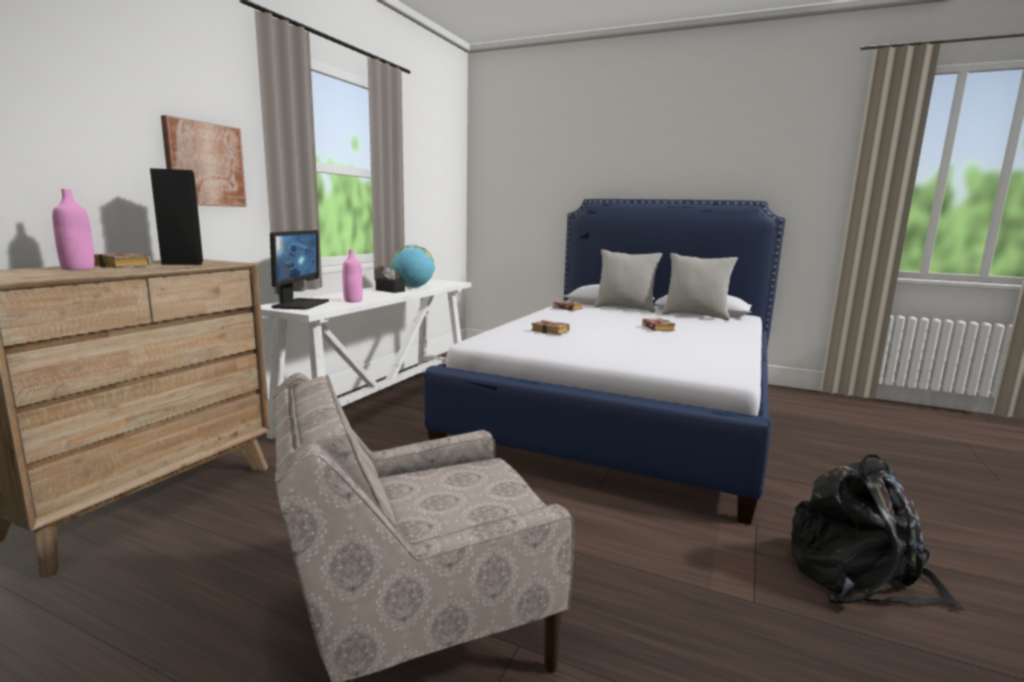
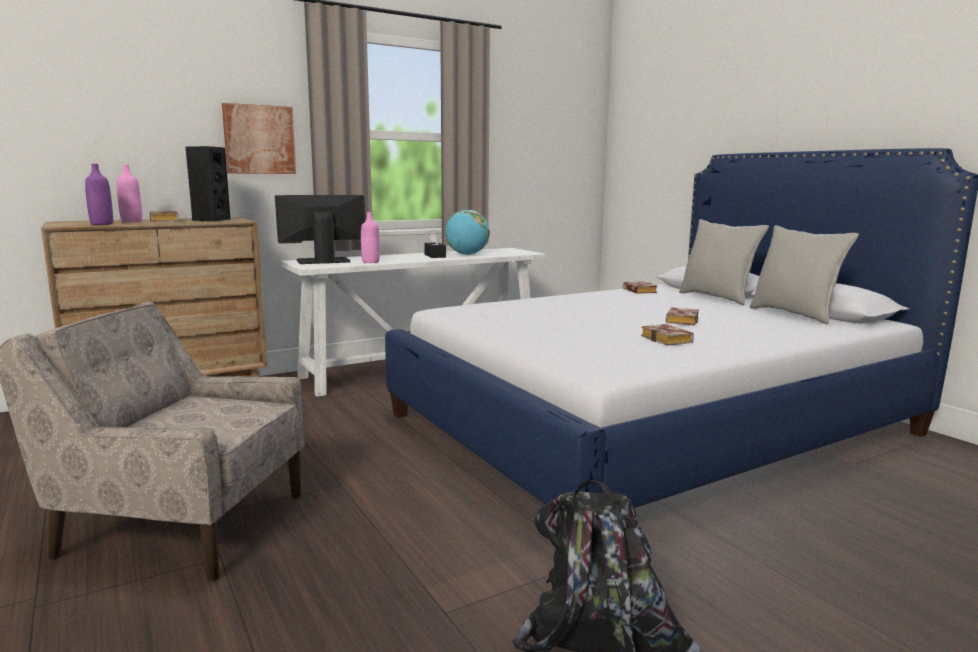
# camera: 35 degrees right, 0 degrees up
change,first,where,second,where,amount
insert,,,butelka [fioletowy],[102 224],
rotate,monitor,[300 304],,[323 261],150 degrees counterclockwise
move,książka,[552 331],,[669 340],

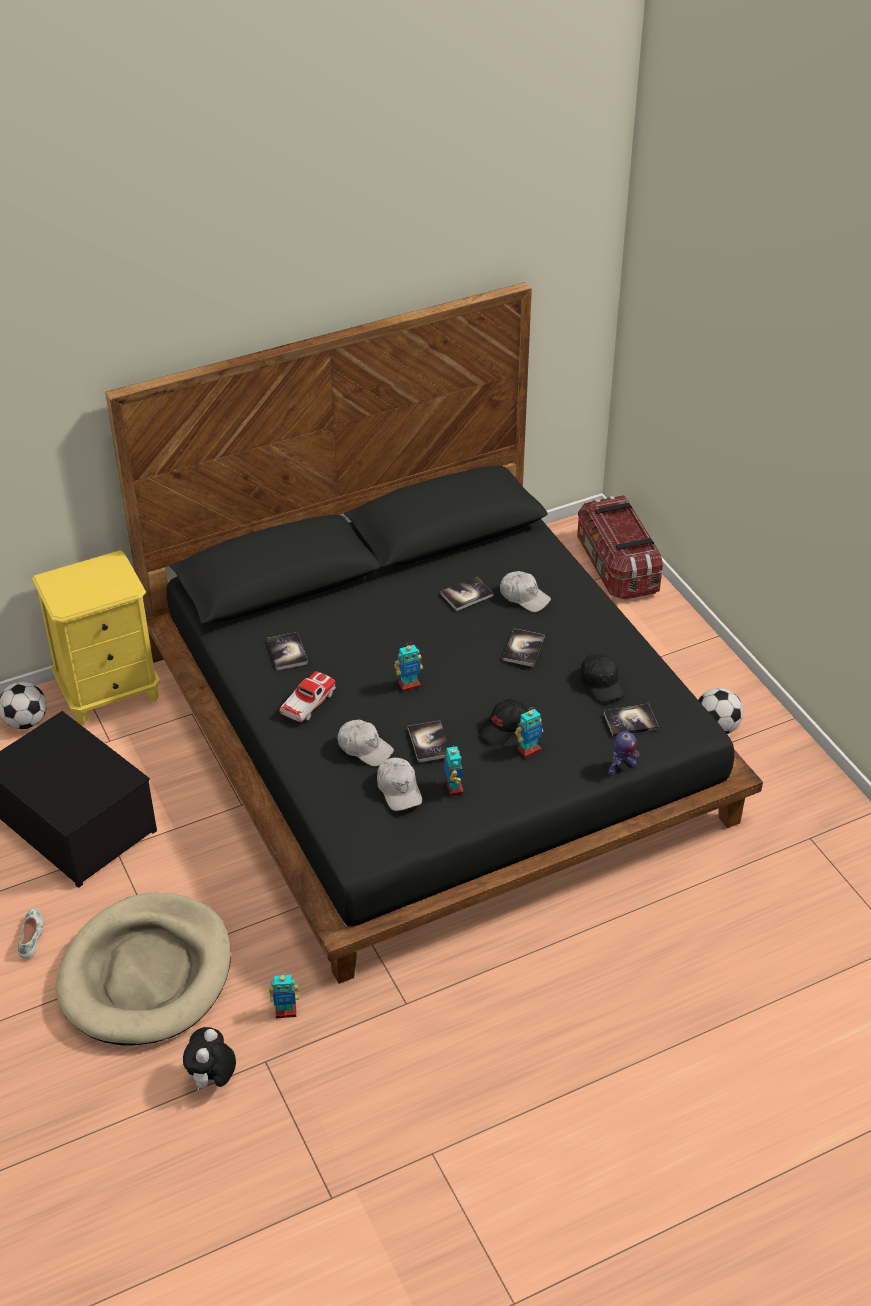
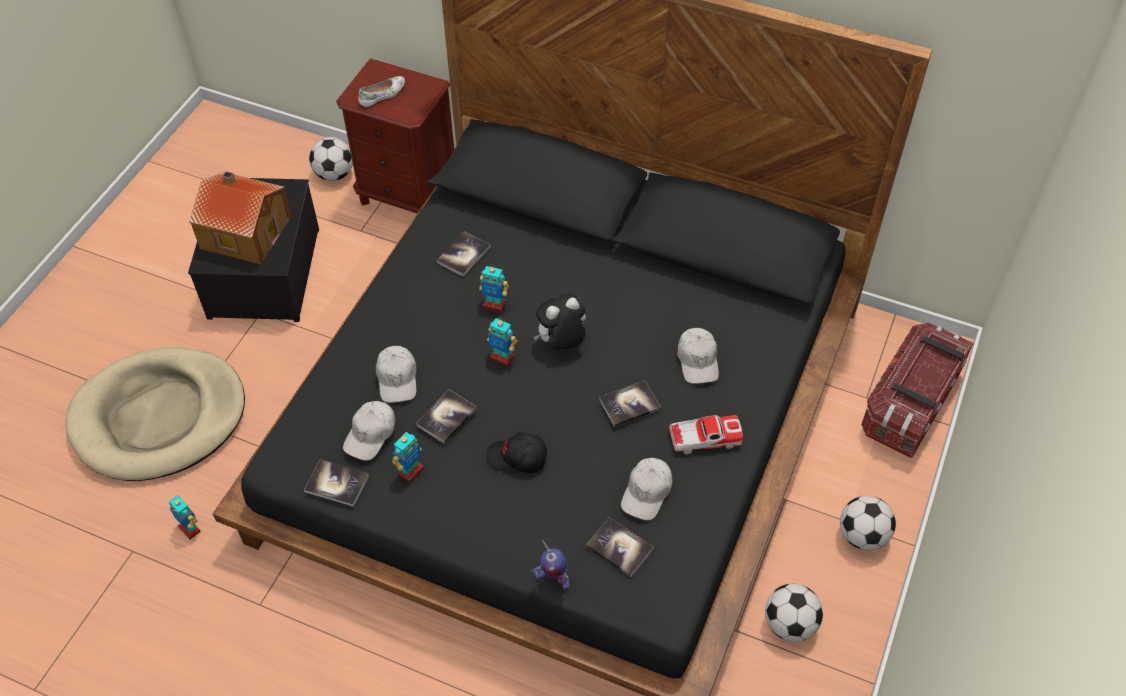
# camera: 50 degrees right, 10 degrees up
change,first,where,second,where,amount
insert,,,domek,[245 231],
move,książka,[466 595],,[337 484],
recolor,szafka nocna [żółty],[109 692],szafka nocna [brązowy],[407 195],
move,but [biały],[31 936],,[383 95],
move,robot zabawkowy,[529 750],,[494 304],
move,pluszak,[212 1080],,[561 343],
recolor,czapka z daszkiem [czarny],[602 683],czapka z daszkiem [biały],[647 492],
move,samochodzik,[308 703],,[704 438],
insert,,,piłka futbolowa,[862 536],

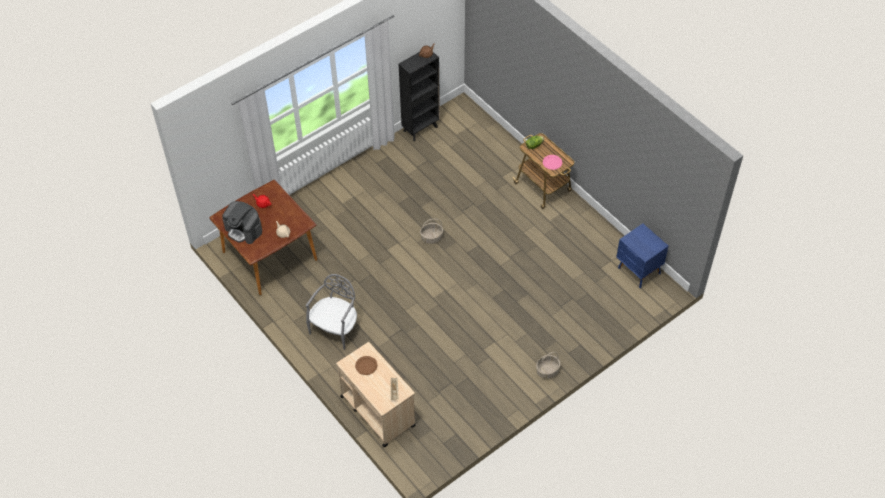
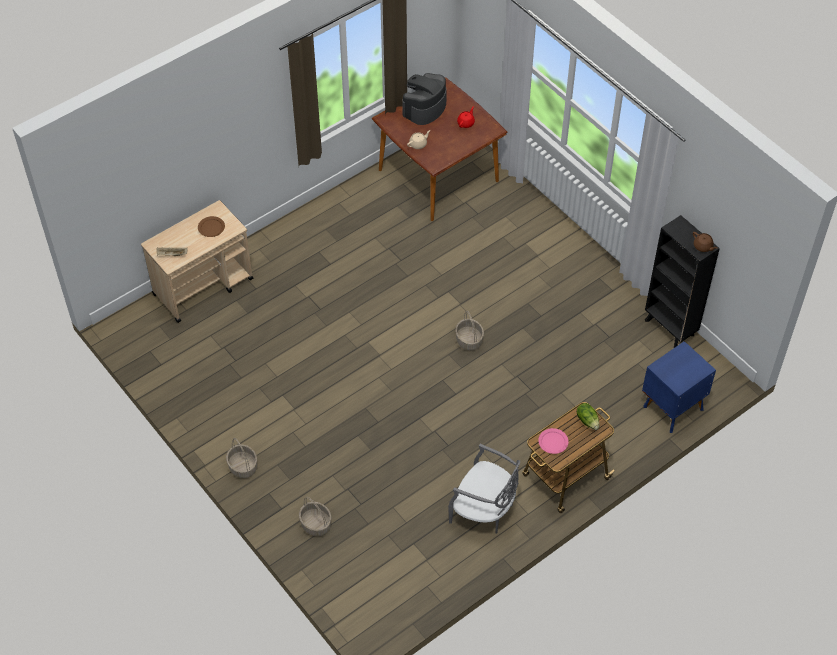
# camera: 90 degrees right, 0 degrees up
change,first,where,second,where,amount
insert,,,koszyk,[316 524],
move,krzesło [szary],[335 328],,[484 510],
move,szafka nocna [niebieski],[639 271],,[672 407],

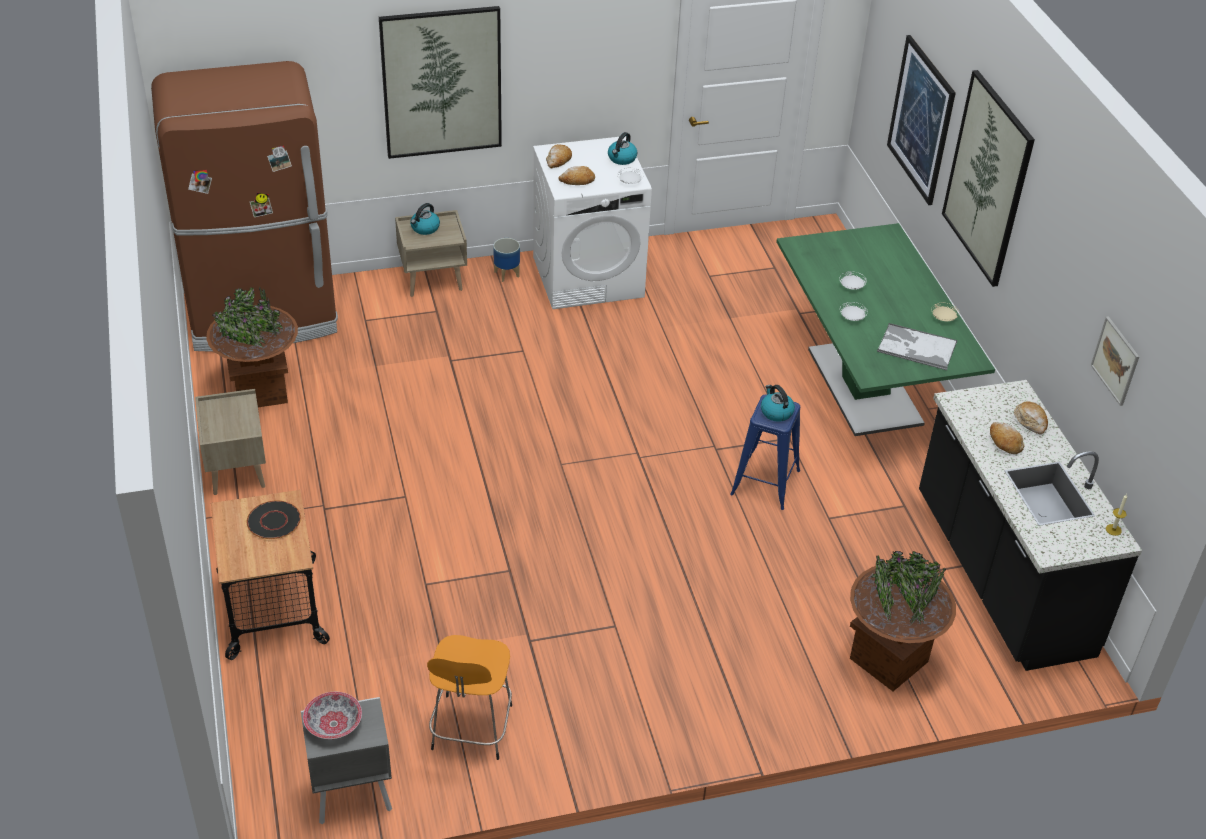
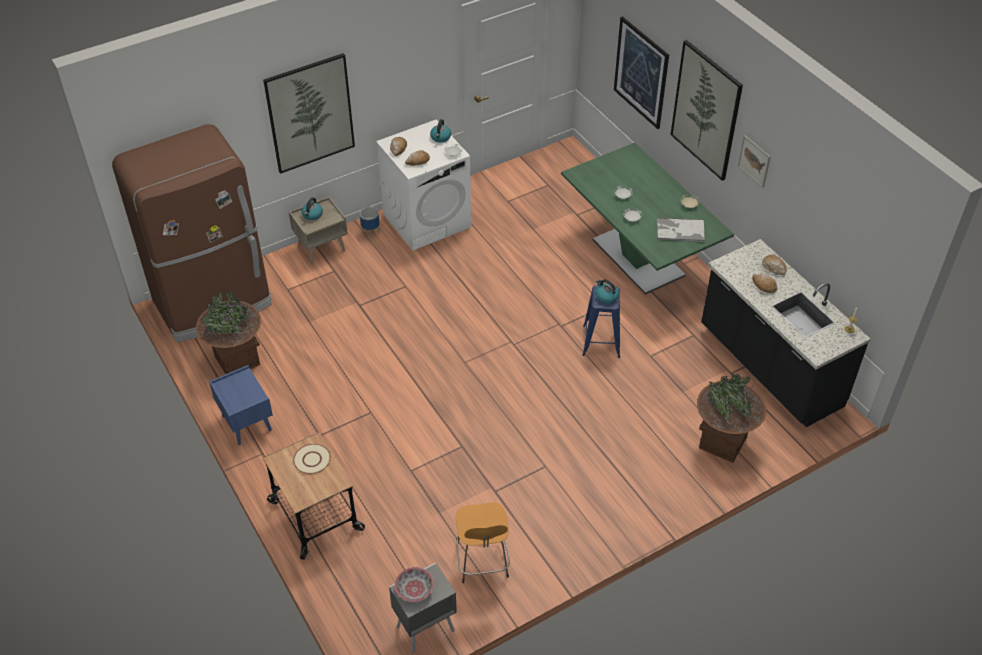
# camera: 15 degrees left, 5 degrees up
change,first,where,second,where,amount
recolor,szafka nocna [beżowy],[236 470],szafka nocna [niebieski],[246 423],
recolor,talerz [czarny],[274 521],talerz [beżowy],[312 459],
move,obraz,[1115 360],,[754 161],

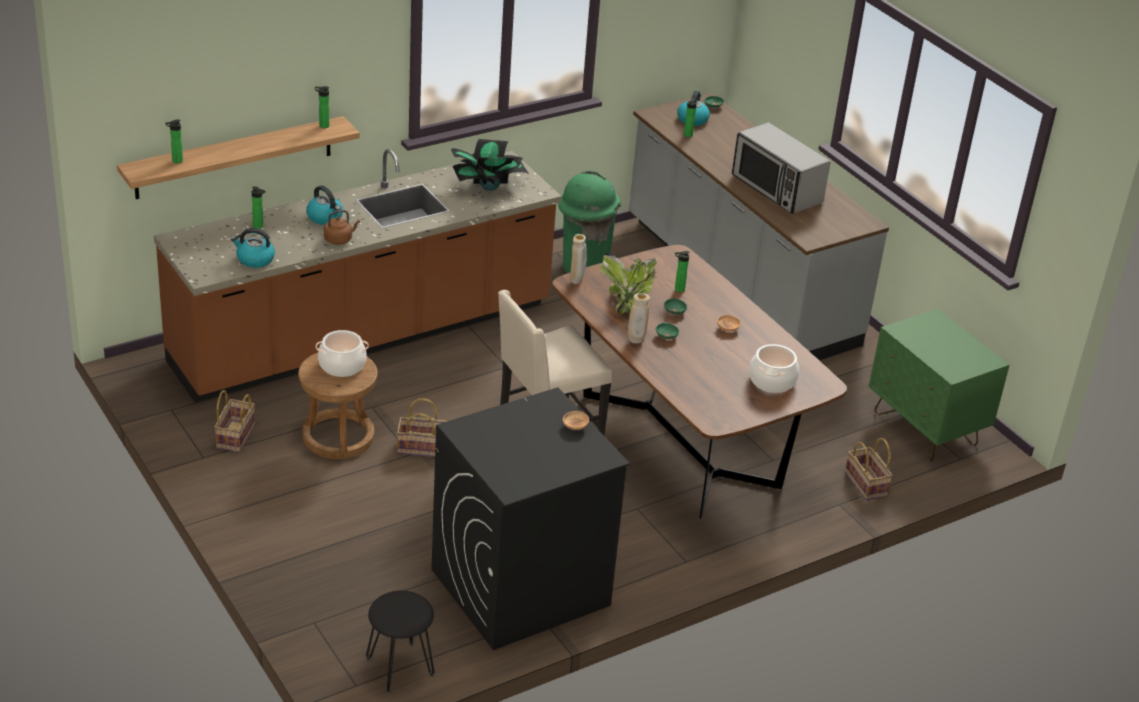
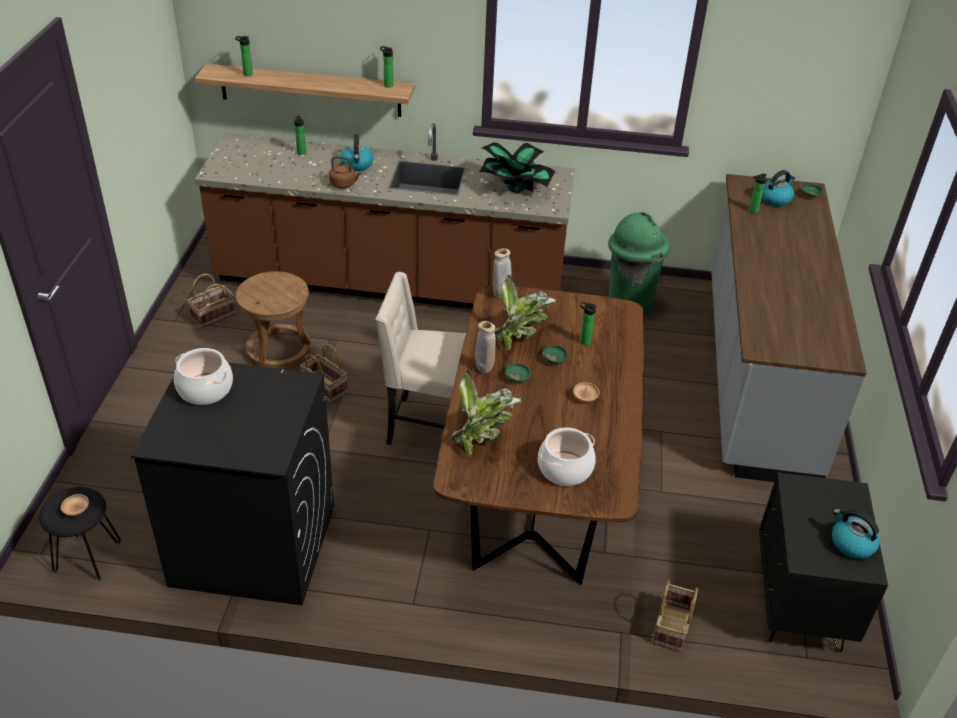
# camera: 40 degrees right, 5 degrees up
change,first,where,second,where,amount
move,miska [brązowy],[575 426],,[76 510],
move,garnek,[342 365],,[205 389],
insert,,,roślina doniczkowa,[483 435],
recolor,szafka nocna [zielony],[925 429],szafka nocna [czarny],[799 605],
move,czajnik,[254 259],,[851 543],
delete,mikrofalówka,[776 189],,,

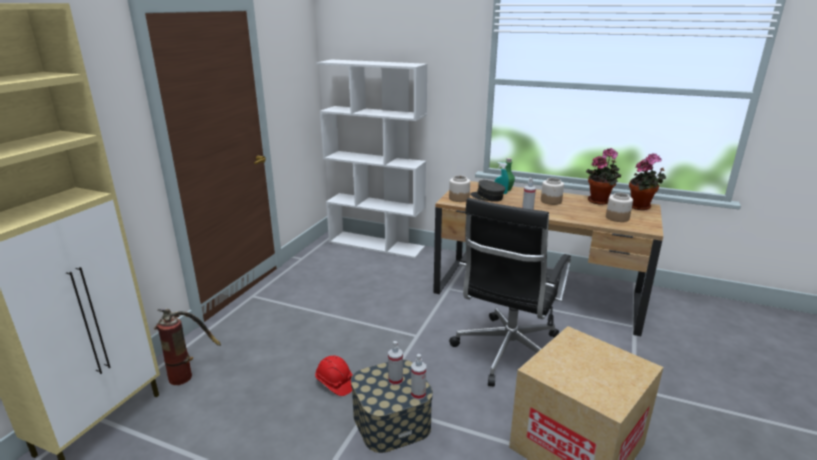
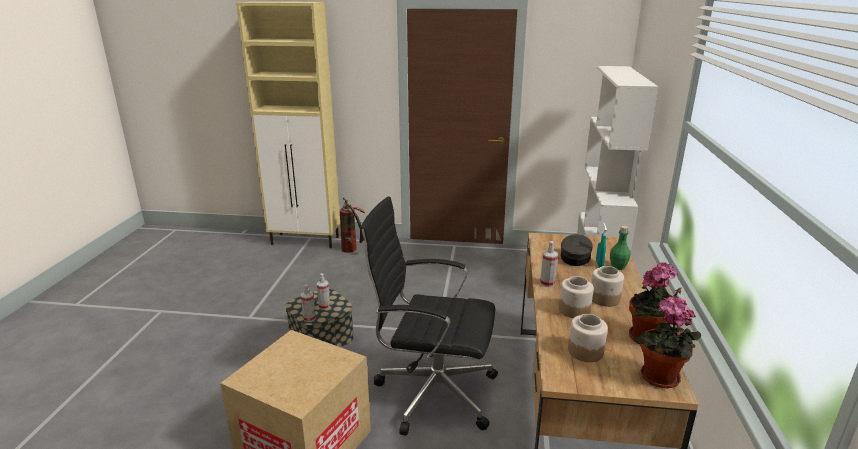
# camera: 75 degrees right, 0 degrees up
change,first,where,second,where,amount
move,słoik,[459 198],,[574 310],
delete,kask [czerwony],[335 383],,,

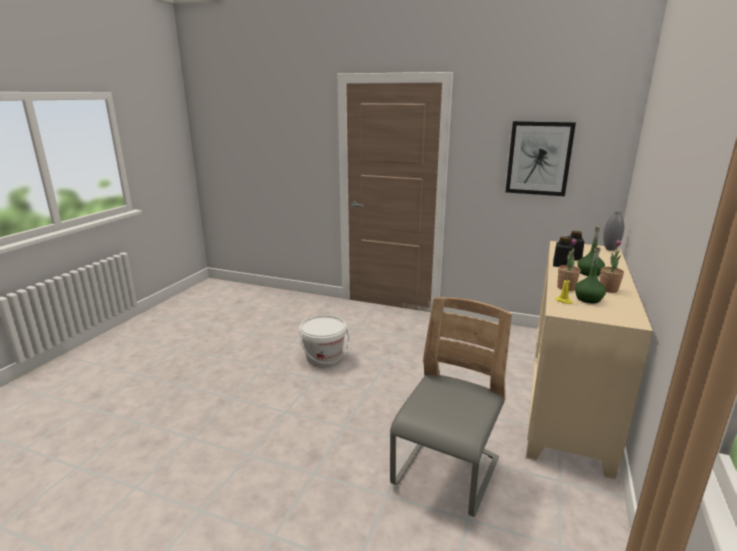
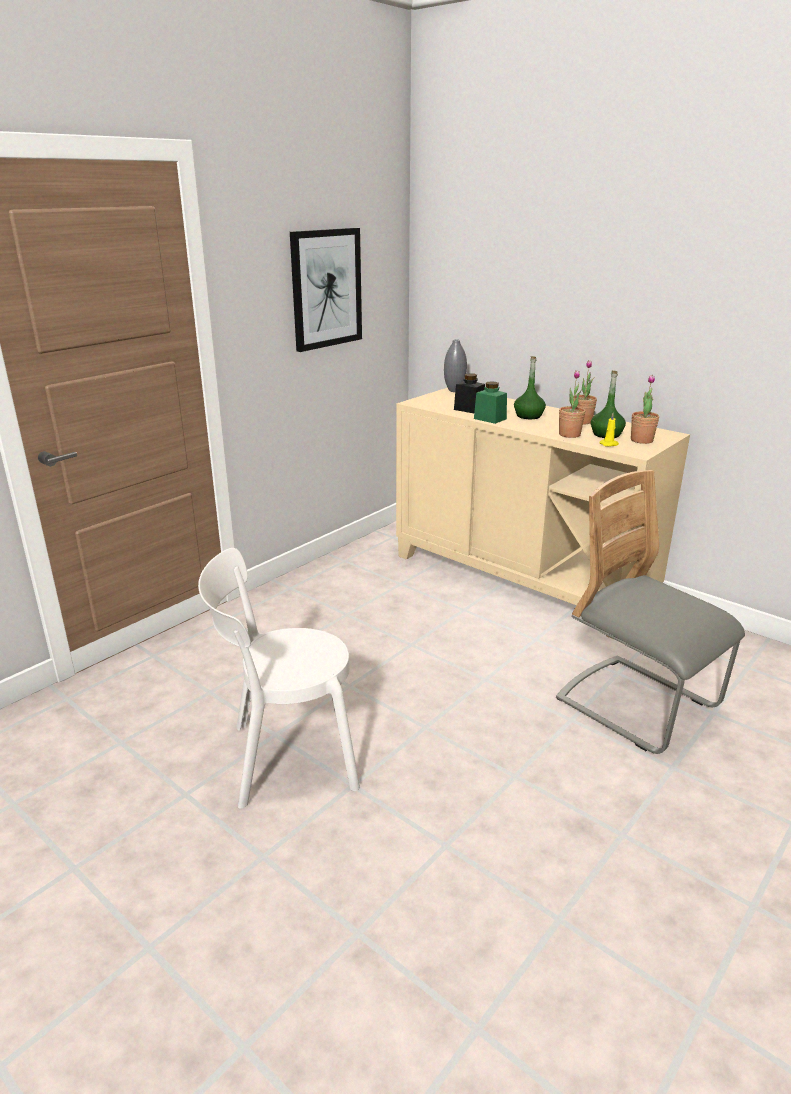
# camera: 70 degrees left, 5 degrees up
change,first,where,second,where,amount
replace,wiadro [biały],[324 357],krzesło [biały],[286 757],
recolor,słoik [czarny],[561 264],słoik [zielony],[490 419],
insert,,,roślina doniczkowa,[641 440],

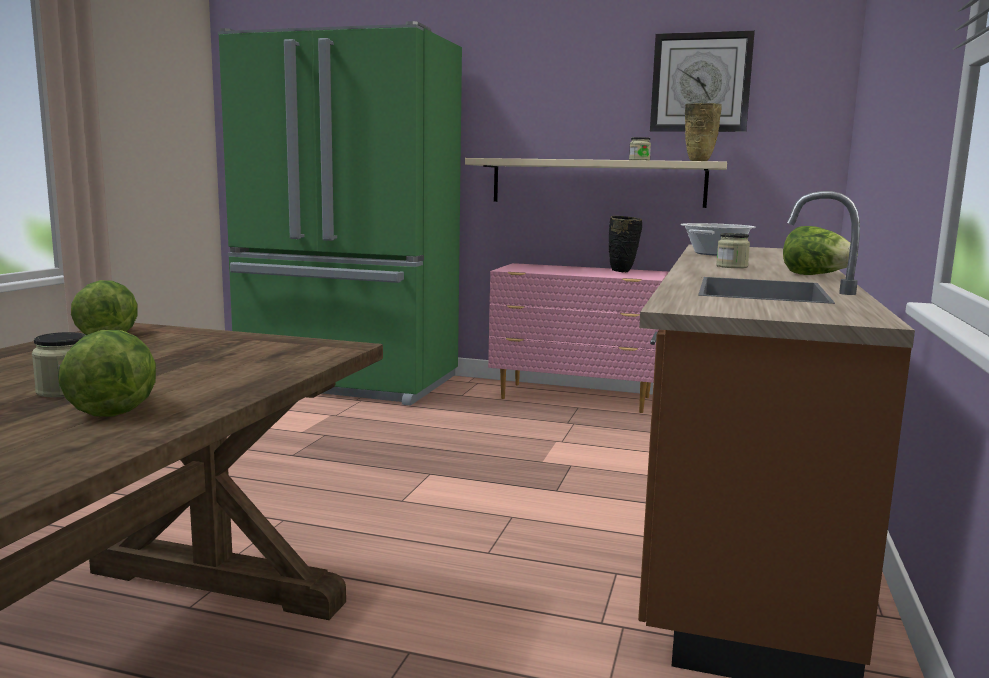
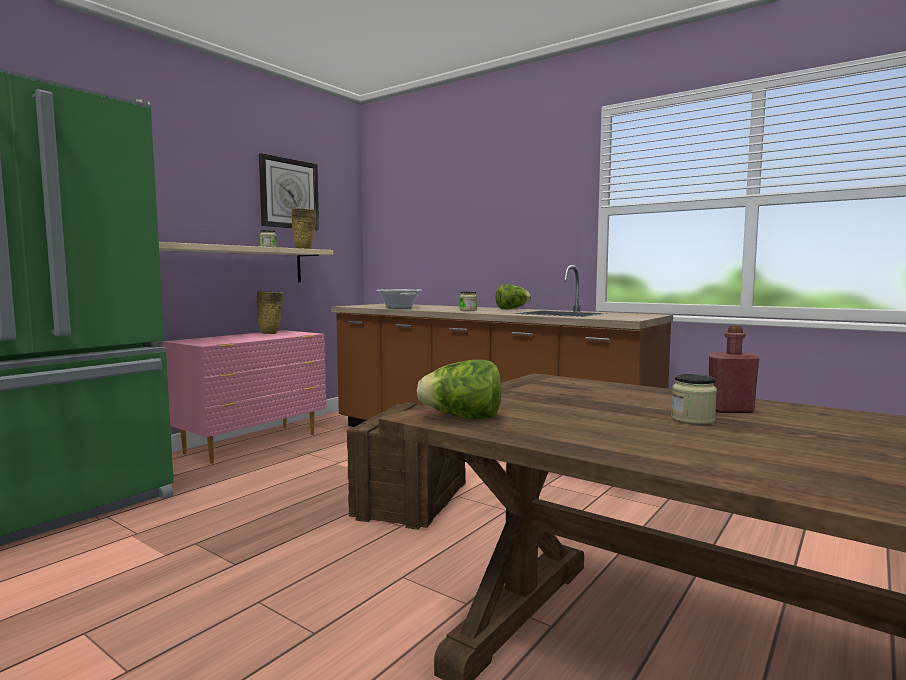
# camera: 70 degrees left, 5 degrees down
change,first,where,second,where,amount
recolor,wazon [czarny],[622 271],wazon [beżowy],[271 333],
insert,,,skrzynka,[411 500],
replace,sałata,[113 407],butelka [czerwony],[730 410],

